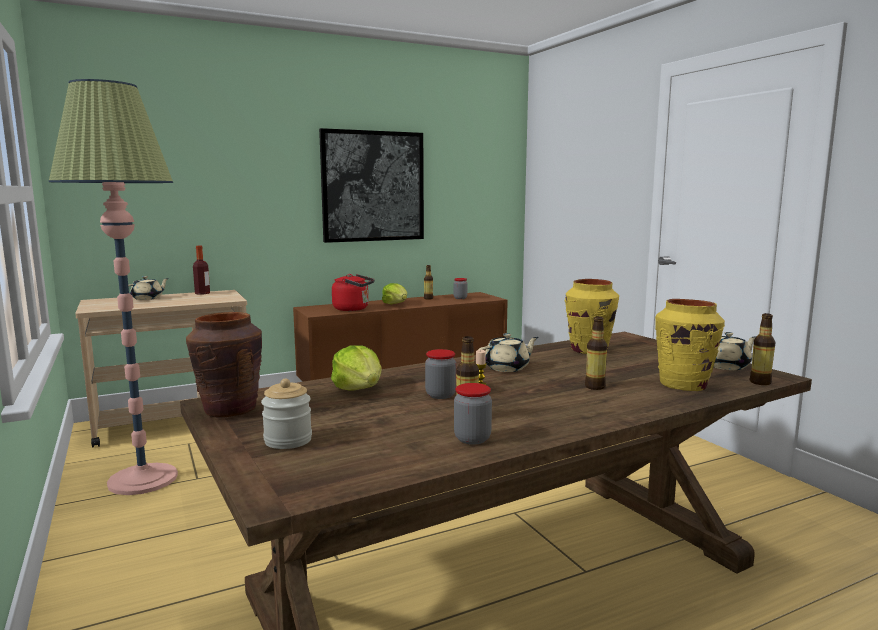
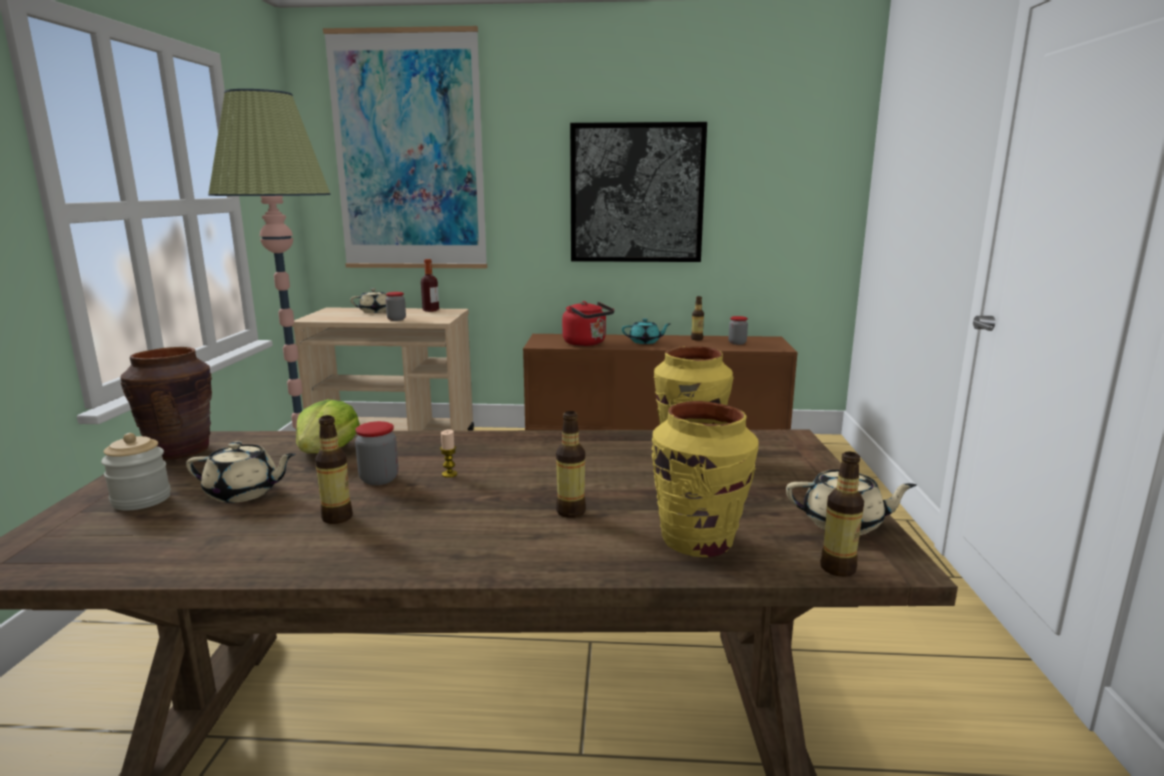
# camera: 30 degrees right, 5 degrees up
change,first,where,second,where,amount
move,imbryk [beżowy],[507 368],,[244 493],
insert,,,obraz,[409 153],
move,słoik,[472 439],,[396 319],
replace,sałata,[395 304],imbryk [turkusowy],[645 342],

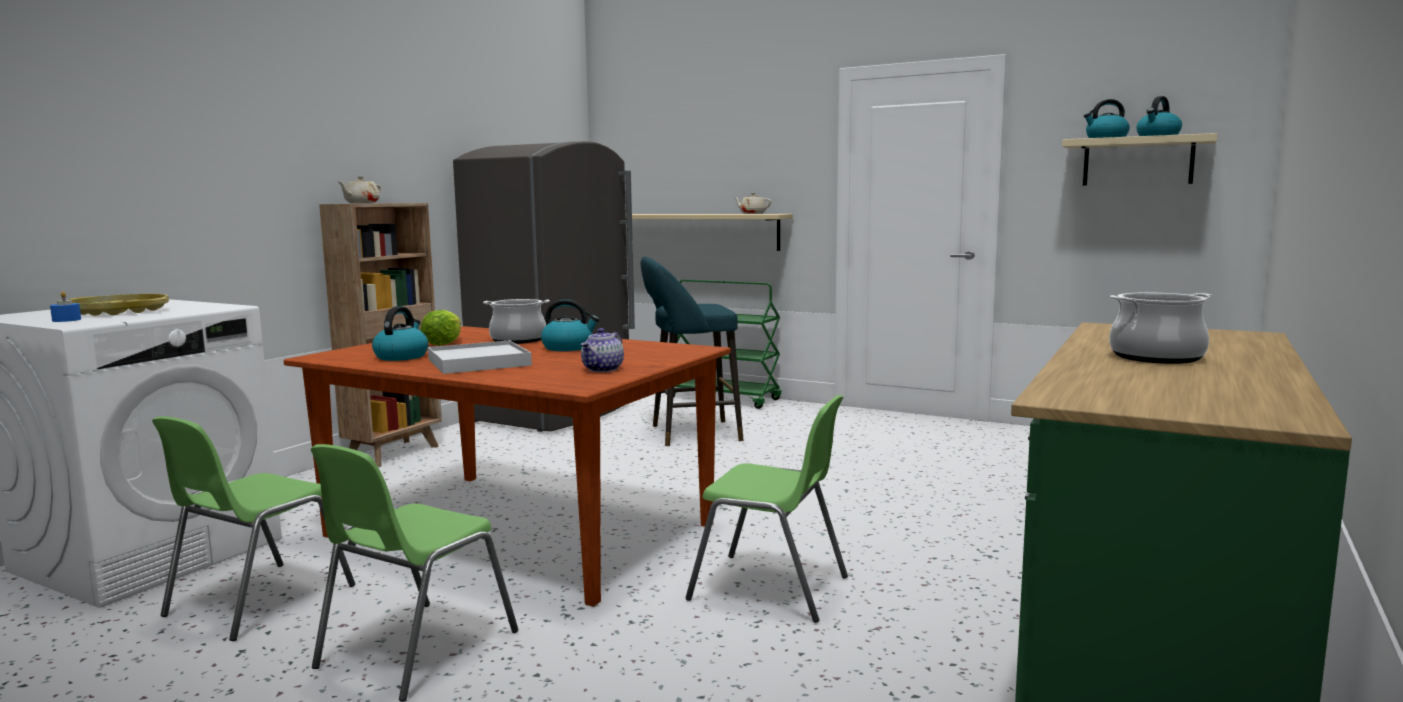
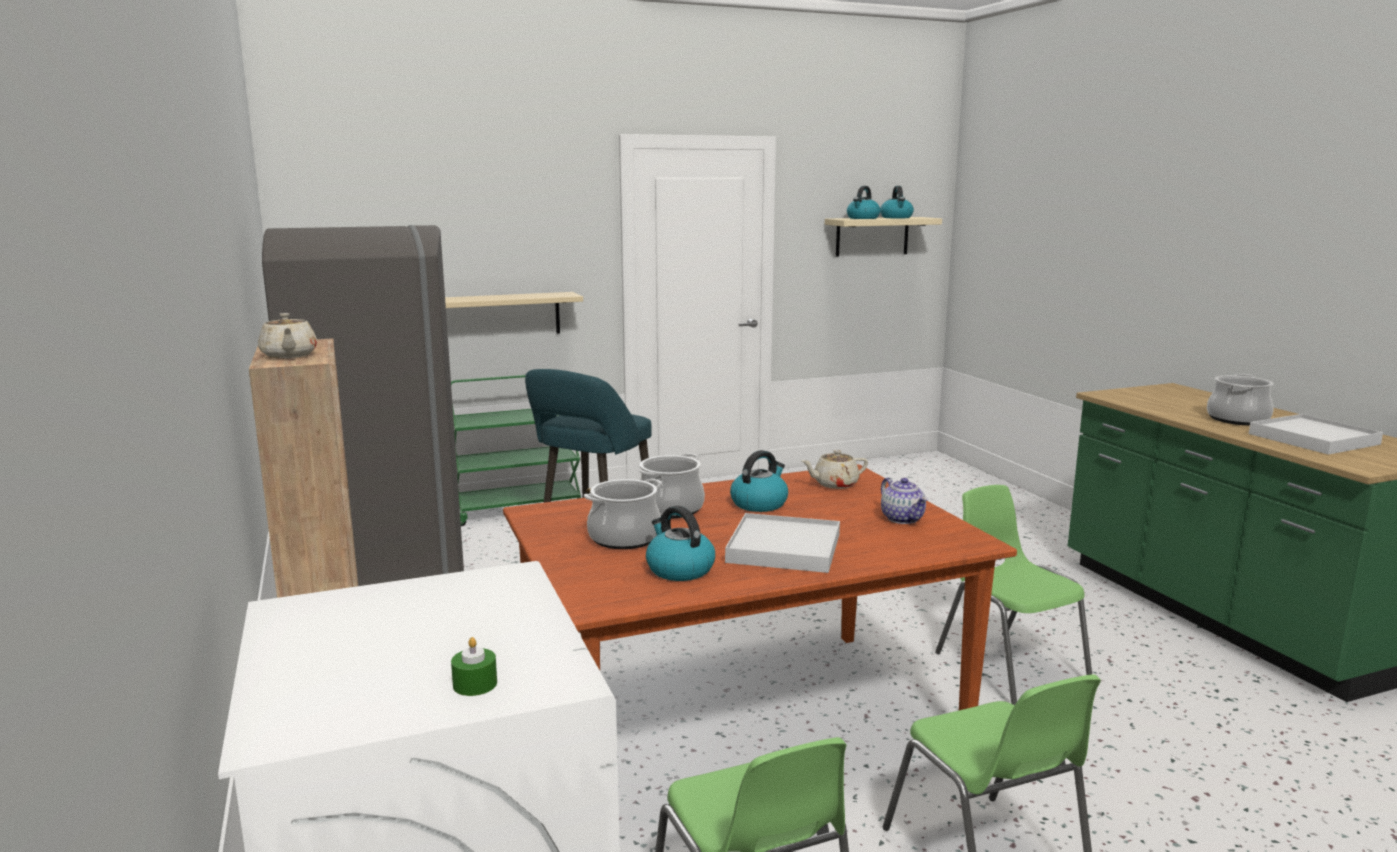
# camera: 50 degrees left, 5 degrees up
change,first,where,second,where,amount
recolor,świeca [niebieski],[66 320],świeca [zielony],[475 684],
replace,sałata,[443 343],garnek,[624 538],
move,imbryk [beżowy],[752 213],,[834 484],
rotate,krzesło [zielony],[771 588],,[1009 667],90 degrees counterclockwise
insert,,,taca [biały],[1313 439],
delete,taca [żółty],[120 311],,,

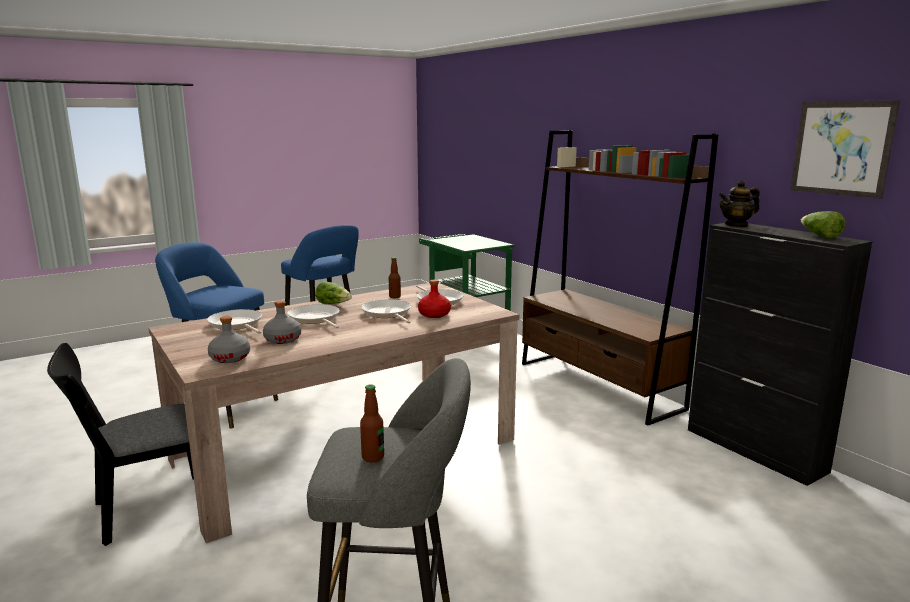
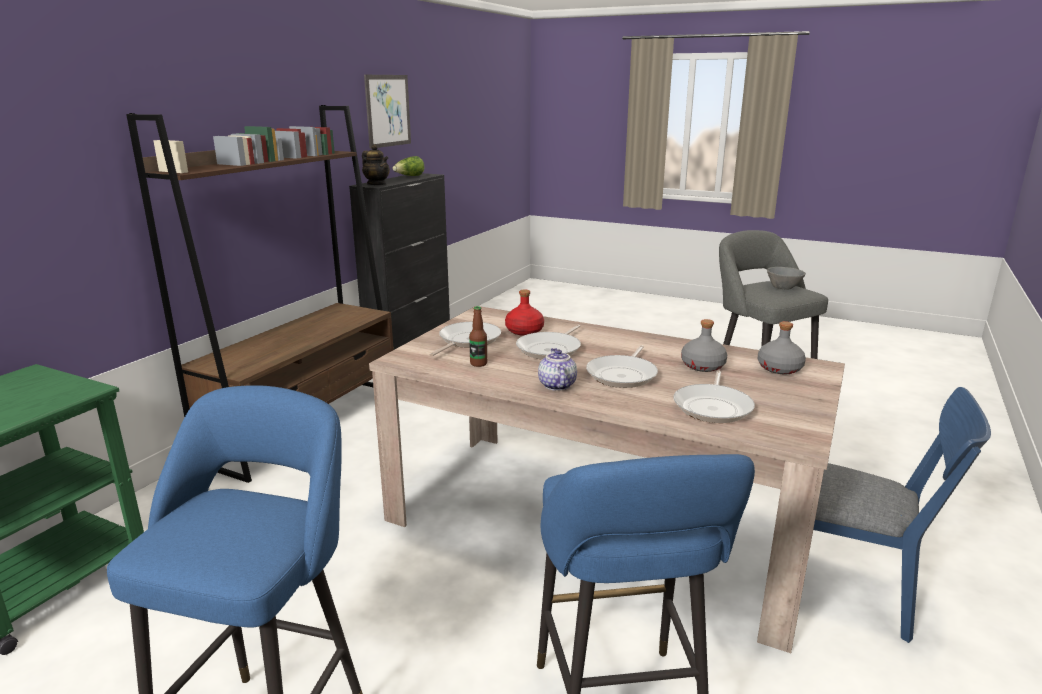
# camera: 120 degrees left, 5 degrees up
change,first,where,second,where,amount
replace,sałata,[333 304],imbryk,[556 385],
replace,butelka,[373 457],miska [szary],[784 288],
recolor,krzesło [czarny],[143 510],krzesło [niebieski],[856 592],

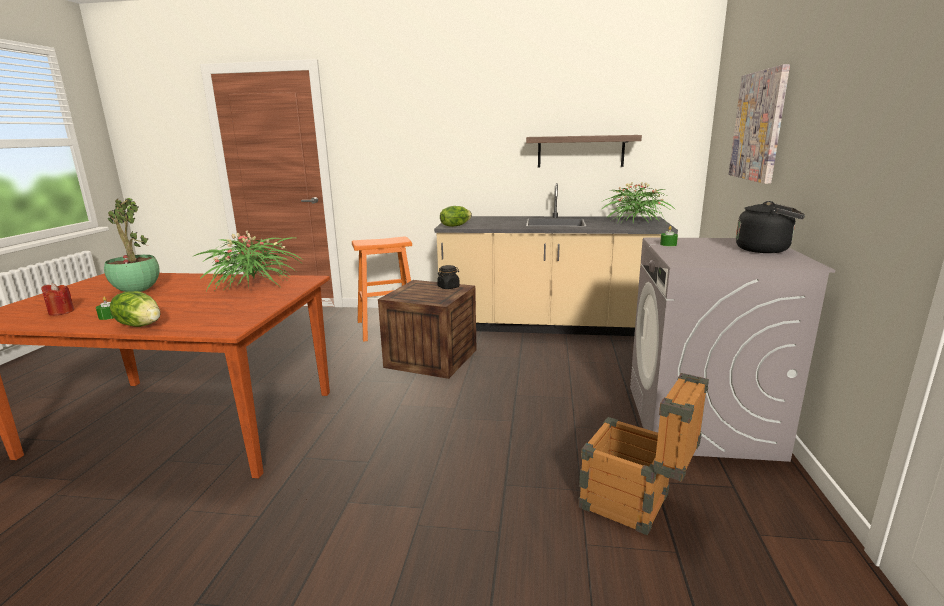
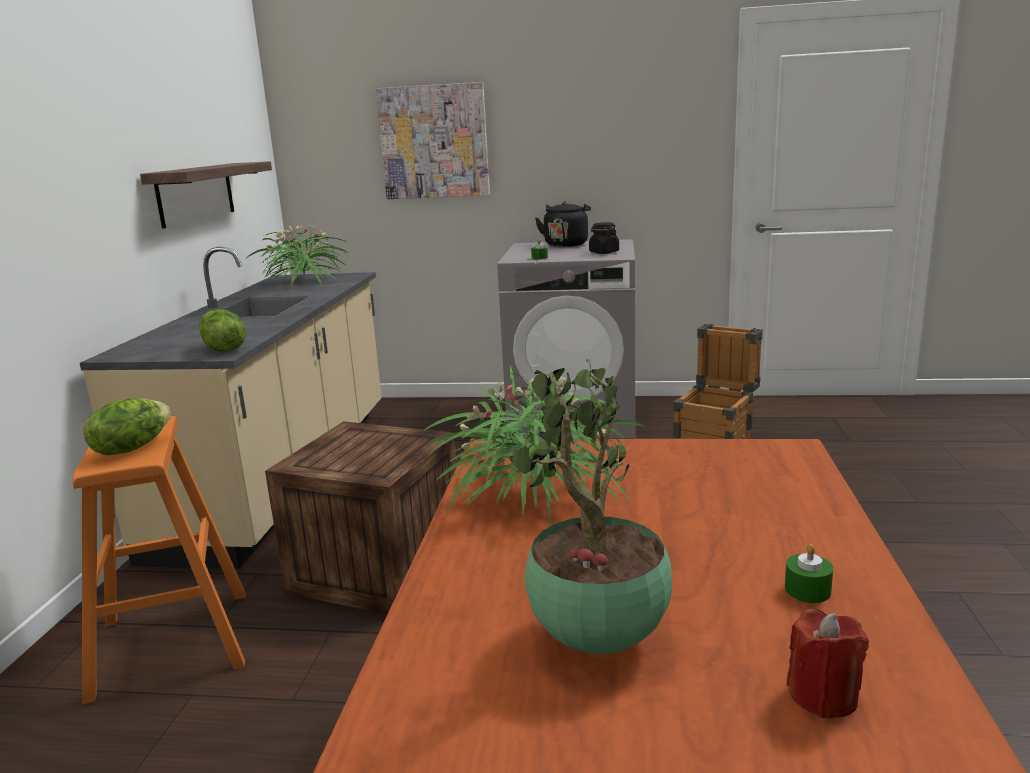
# camera: 90 degrees left, 0 degrees up
change,first,where,second,where,amount
move,sałata,[140 325],,[131 448],
move,słoik [czarny],[448 287],,[604 252],

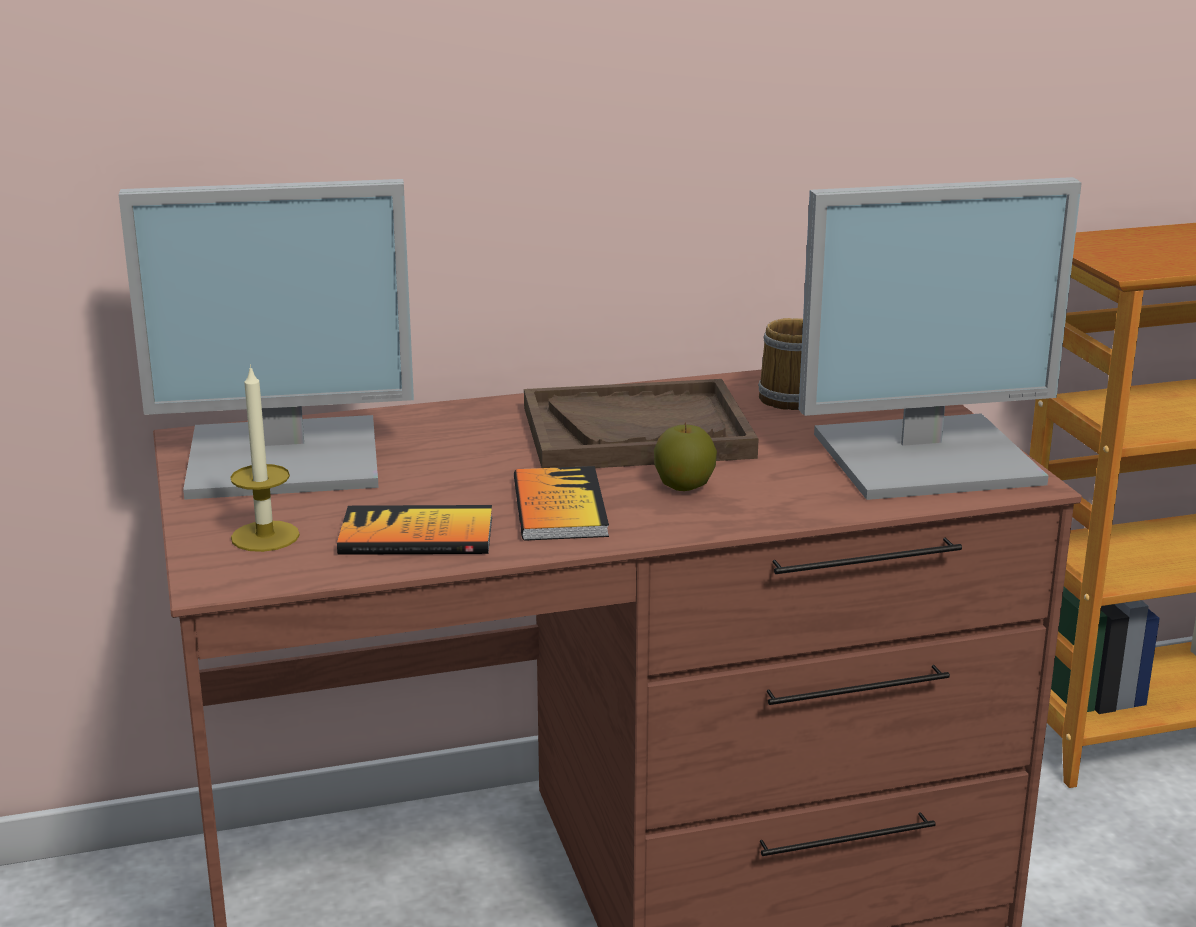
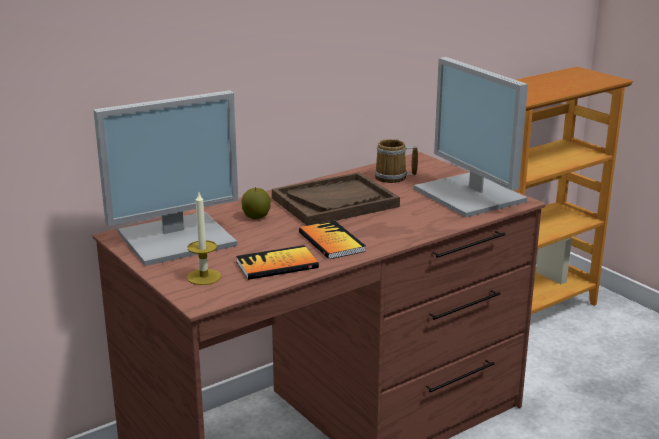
# camera: 20 degrees left, 0 degrees up
change,first,where,second,where,amount
move,jabłko,[684 486],,[256 217],
rotate,monitor,[929 457],,[472 195],90 degrees clockwise

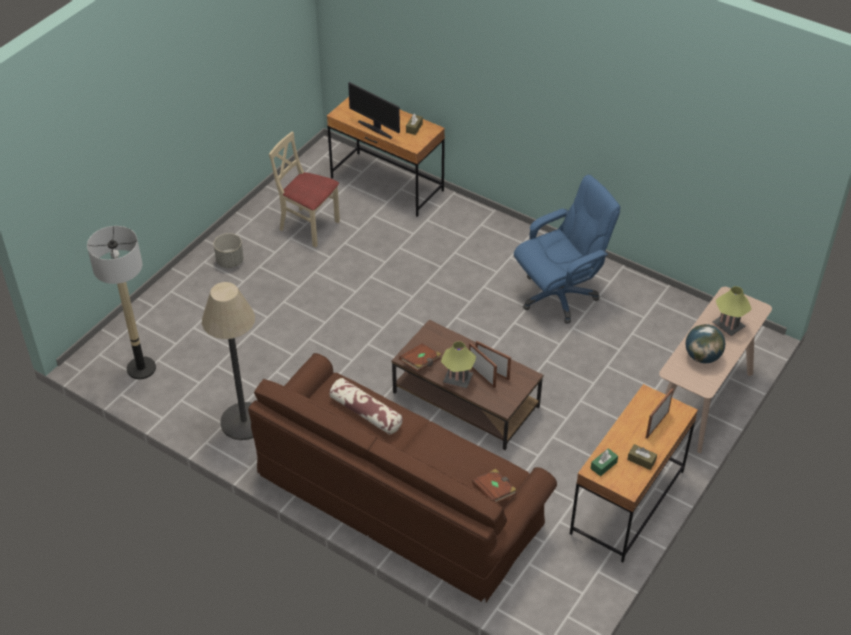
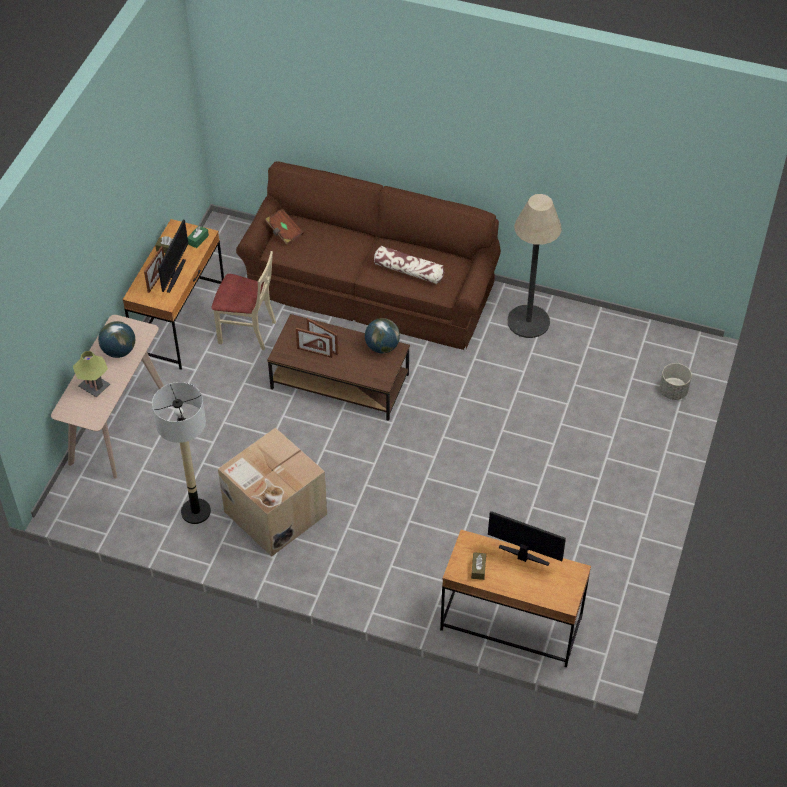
# camera: 165 degrees right, 5 degrees up
change,first,where,second,where,amount
move,lampa stojąca,[141 368],,[196 511],
insert,,,monitor,[174 275],
move,krzesło [beżowy],[309 226],,[247 331],
replace,krzesło biurowe [niebieski],[559 295],karton,[273 513],
replace,książka [brązowy],[420 363],globus,[382 347],
move,donica [szary],[230 261],,[673 391],
delete,lampa stołowa,[457 379],,,

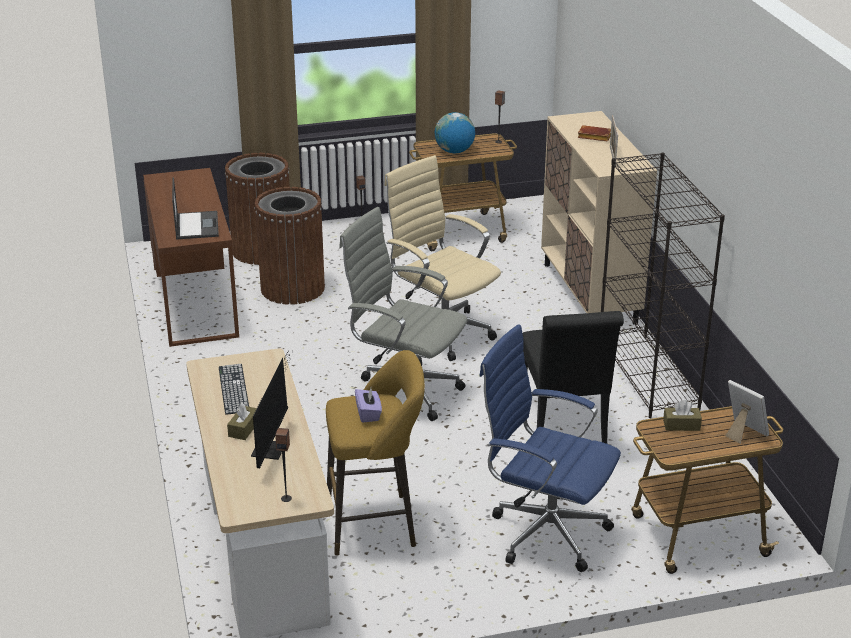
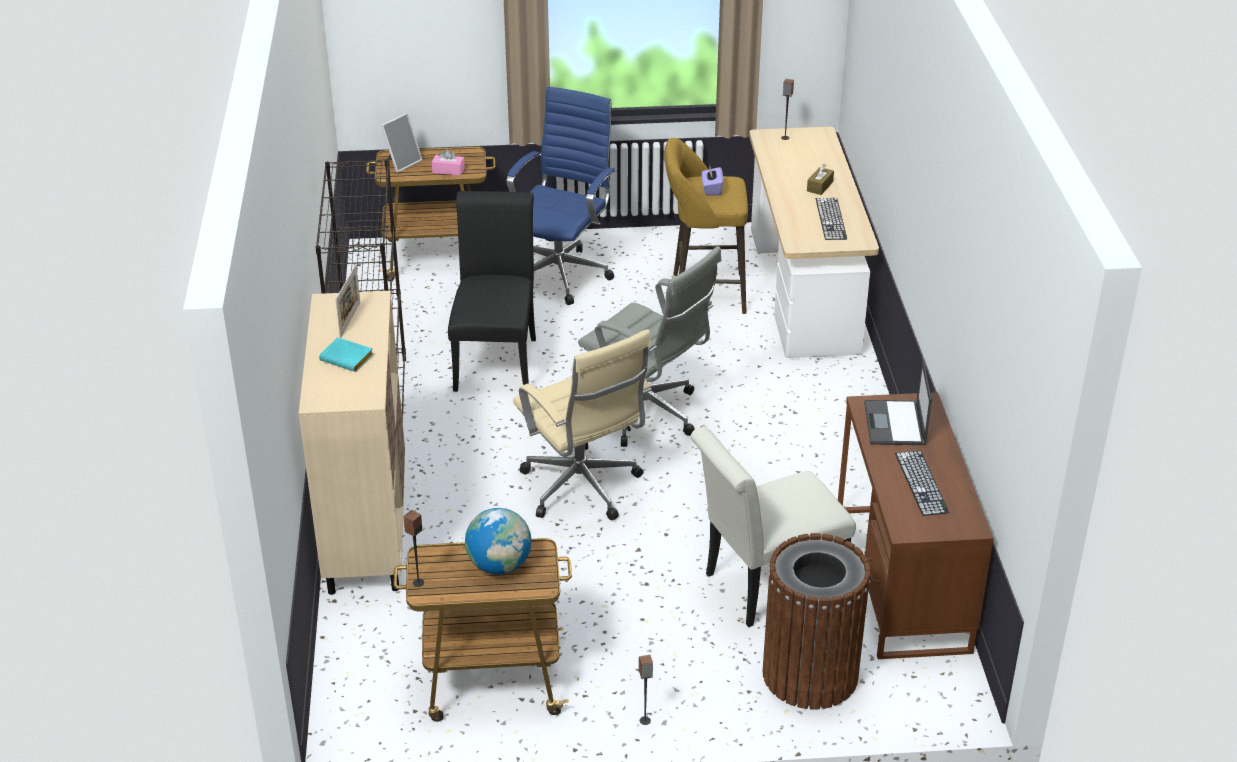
# camera: 170 degrees left, 5 degrees up
change,first,where,second,where,amount
recolor,książka [brązowy],[593 137],książka [turkusowy],[348 358],
rotate,ramka na zdjęcie,[743 432],,[402 163],105 degrees counterclockwise
recolor,pudełko chusteczek [brązowy],[681 425],pudełko chusteczek [różowy],[448 170],
rotate,krzesło biurowe [niebieski],[543 532],,[561 273],105 degrees counterclockwise
replace,kosz na śmieci [brązowy],[293 288],krzesło [biały],[765 586],
insert,,,klawiatura,[921 483],
delete,monitor,[271 446],,,

